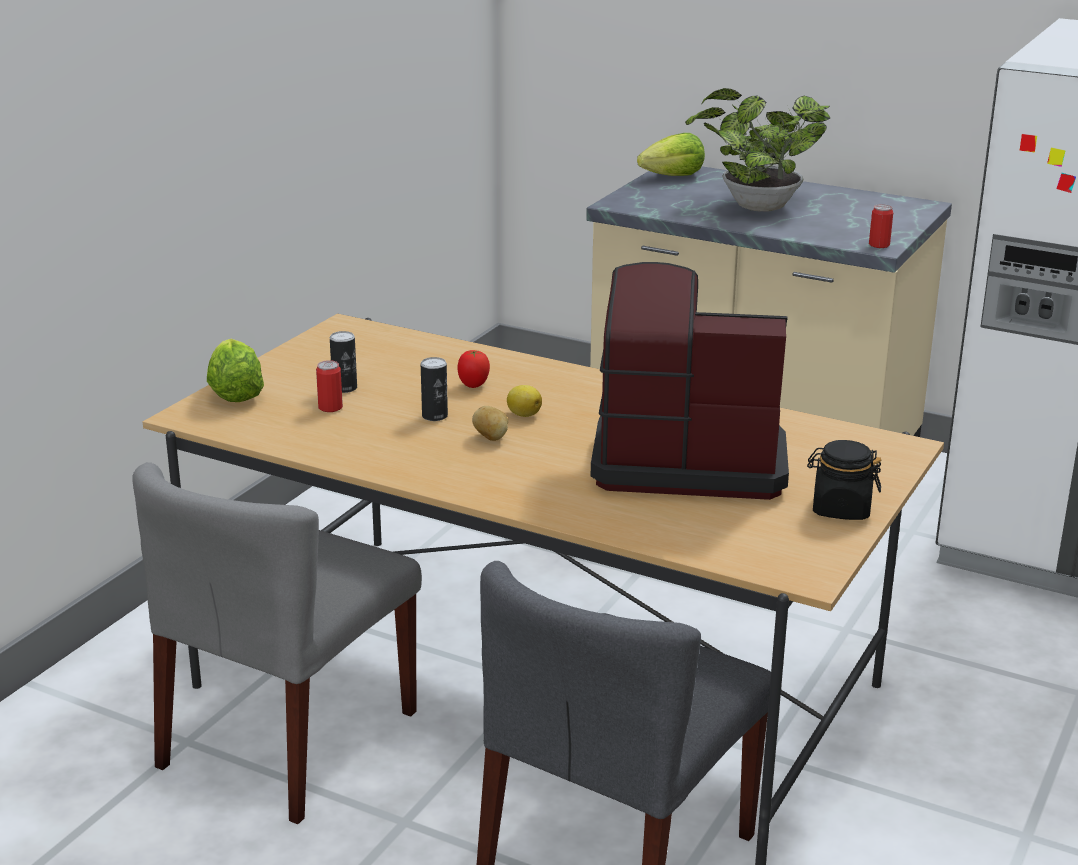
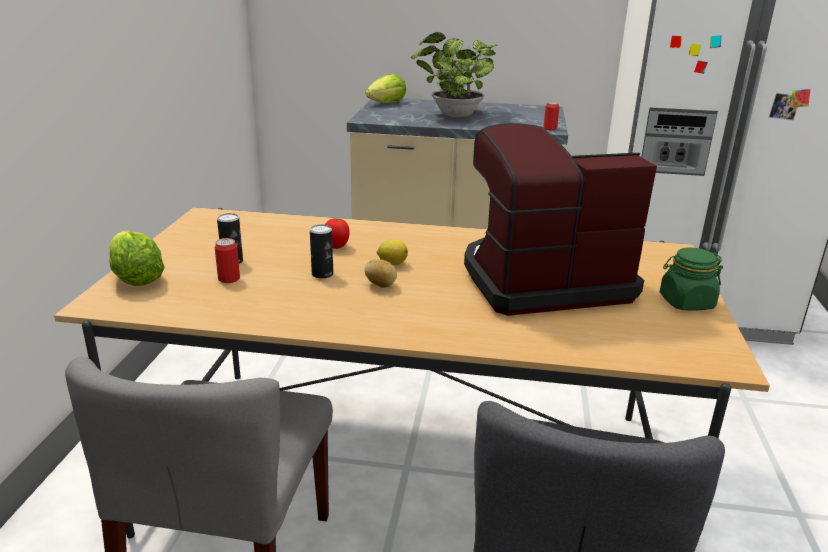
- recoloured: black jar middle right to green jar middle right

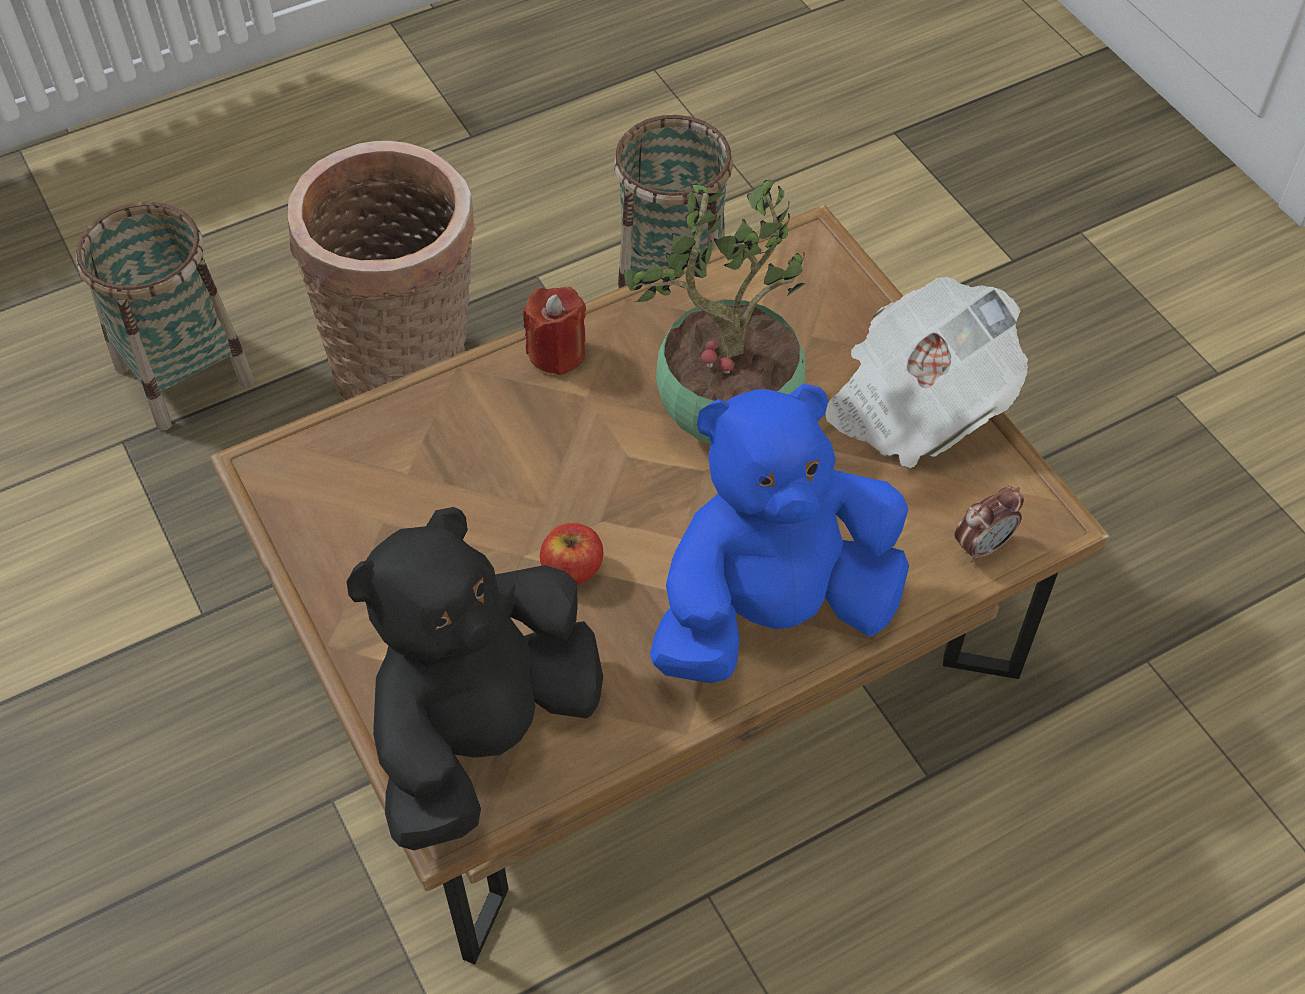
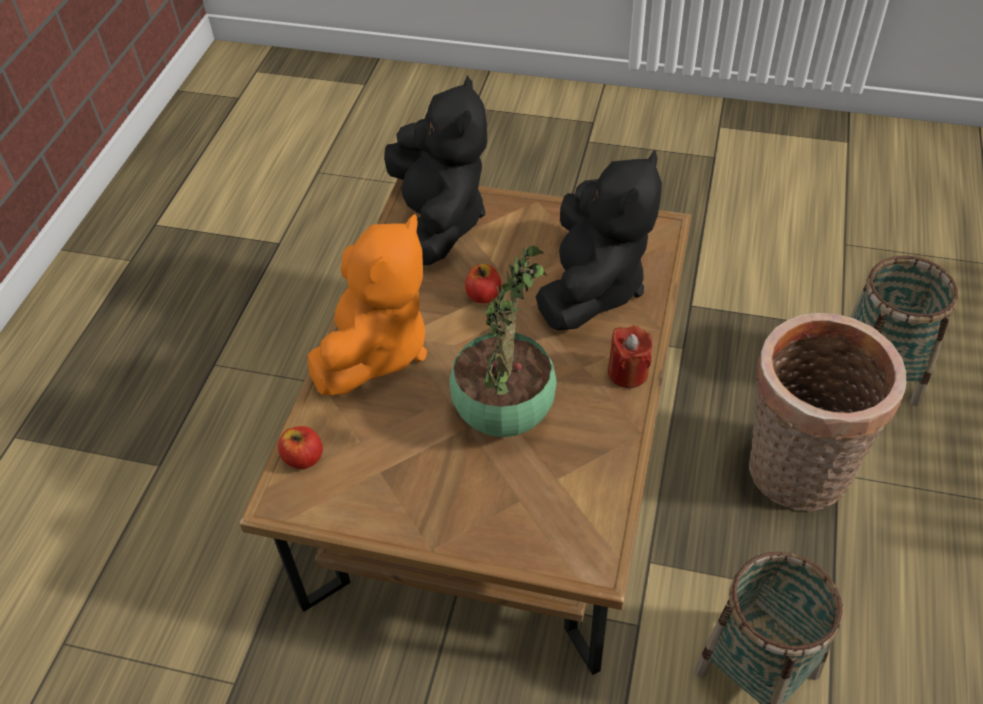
- recoloured: blue plush toy centre to orange plush toy centre
- removed: newspaper middle right
- replaced: alarm clock middle right to apple (1st from left) middle left
- added: black plush toy (2nd from left) centre

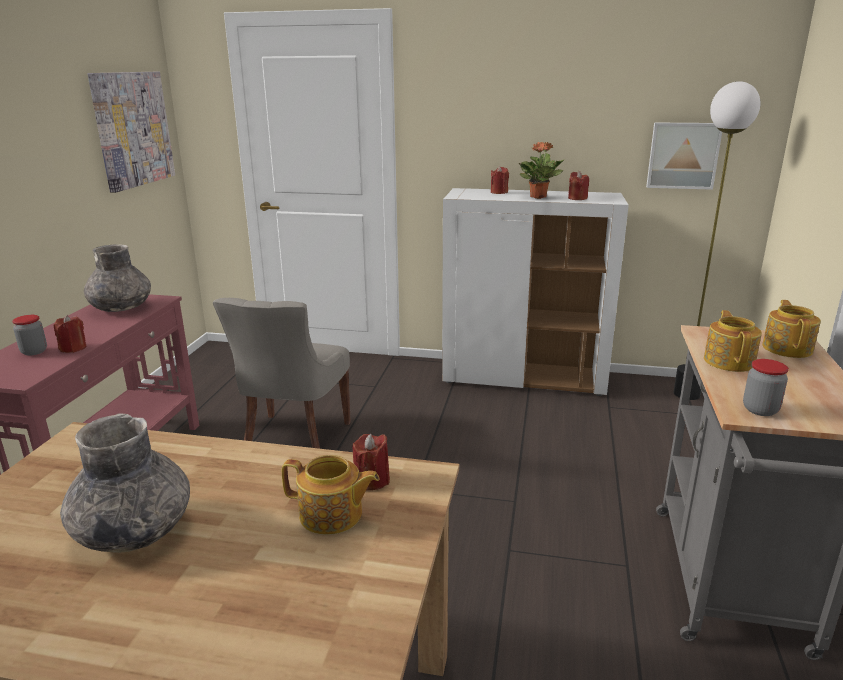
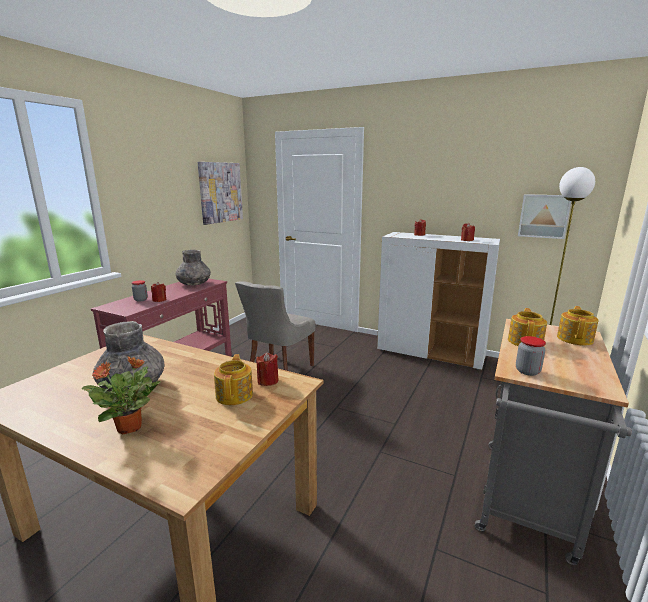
- turned: teapot (1st from left) bottom centre = centre 120 degrees counterclockwise
- moved: potted plant top centre to middle left

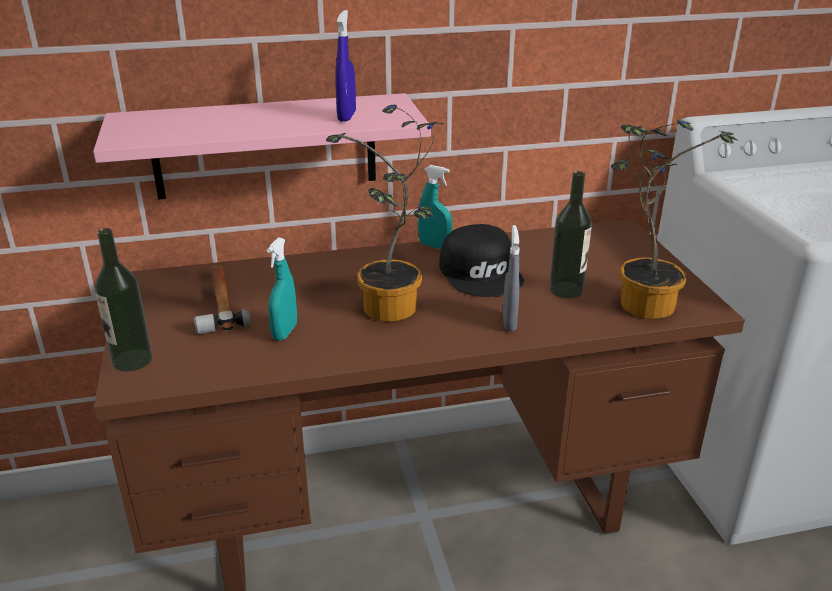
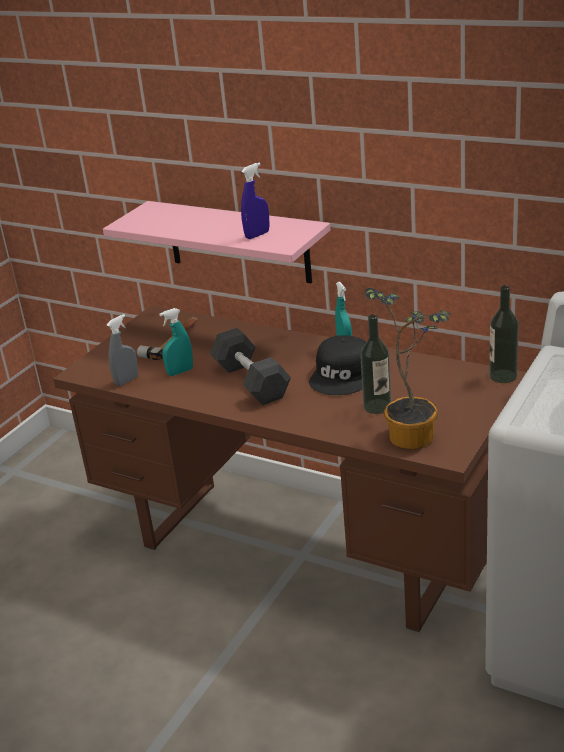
- moved: bottle (1st from left in the first image) middle left to bottle (2nd from left) middle right
- replaced: potted plant (1st from left) centre to grey dumbbell centre
- moved: grey spray bottle centre to middle left

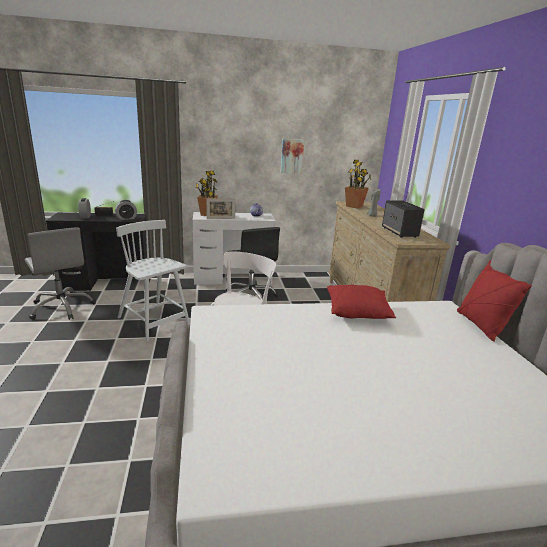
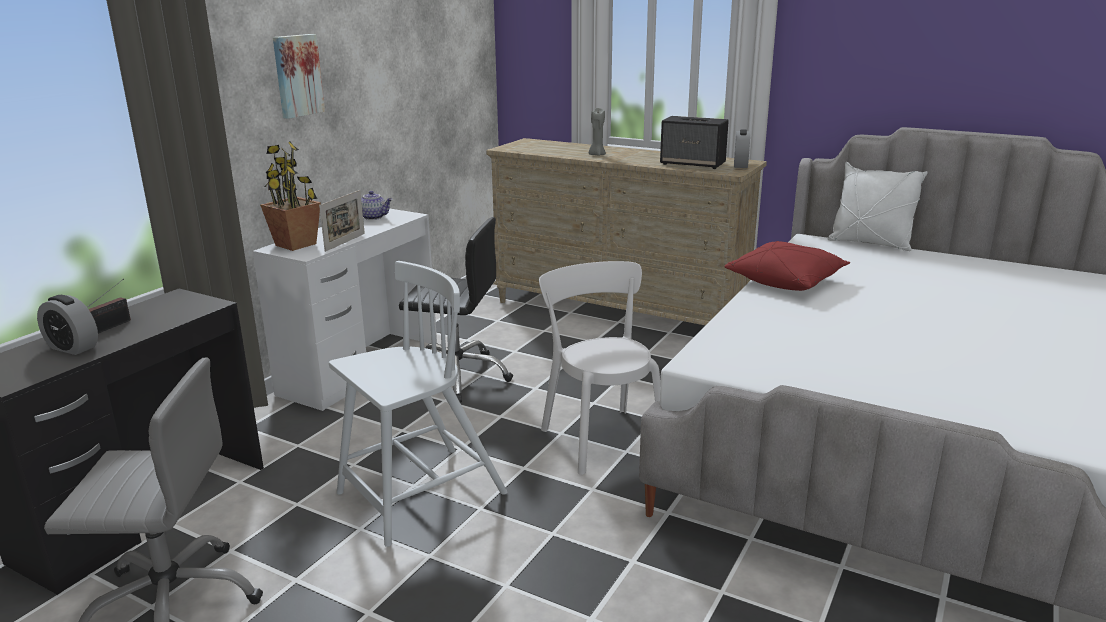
- moved: alarm clock (2nd from left) middle left to top right
- turned: white chair (1st from left) middle left = centre 150 degrees clockwise
- moved: picture top centre to top left
- removed: potted plant (2nd from left) centre
- recoloured: red pillow (2nd from left) middle right to white pillow top right

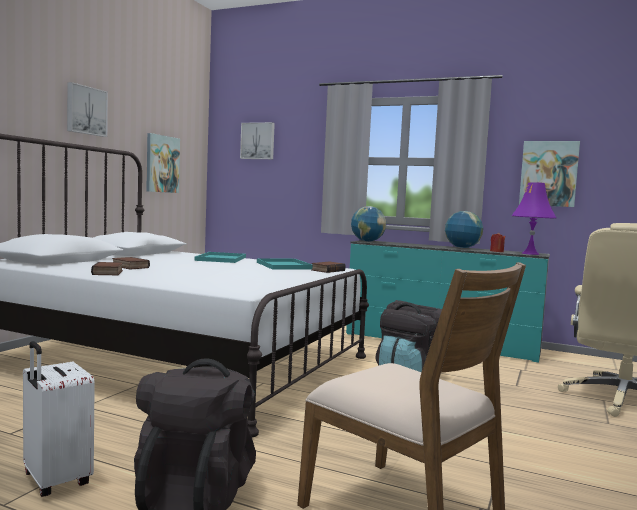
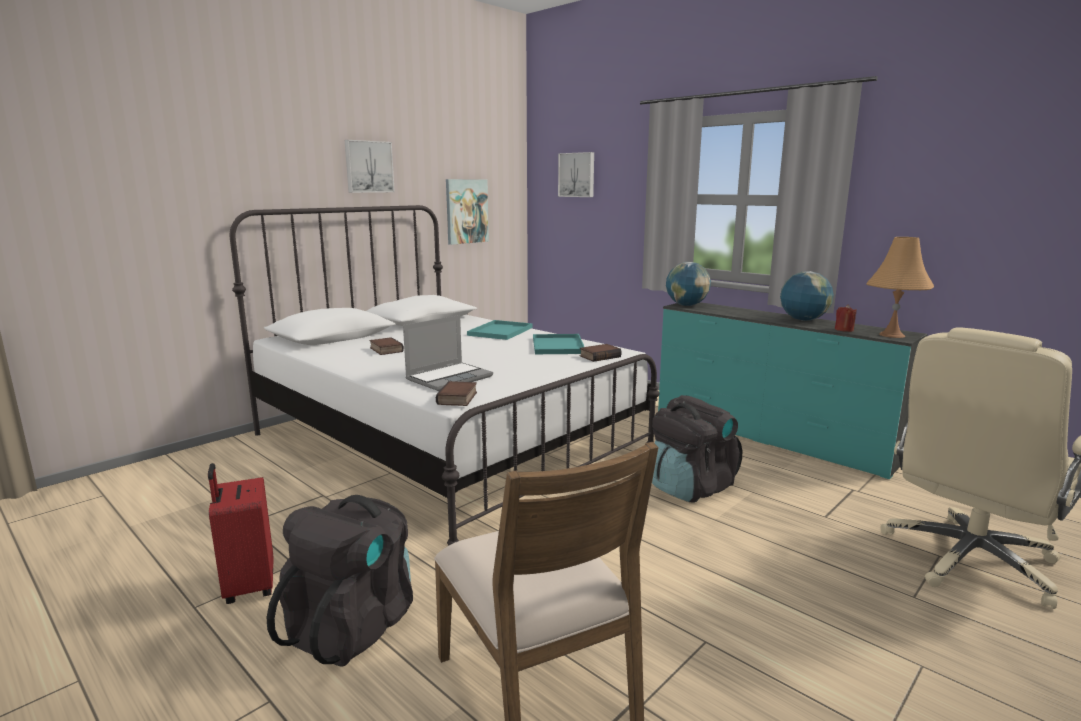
- recoloured: white suitcase bottom left to red suitcase bottom left
- moved: book (1st from left in the first image) middle left to book (2nd from left) centre
- recoloured: purple table lamp middle right to orange table lamp middle right
- removed: picture (4th from left) middle right
- added: laptop centre

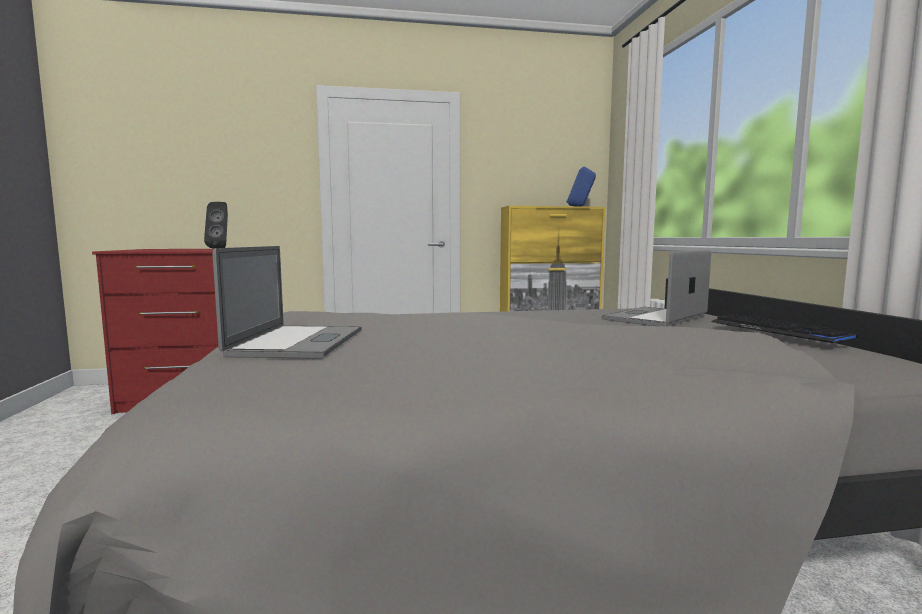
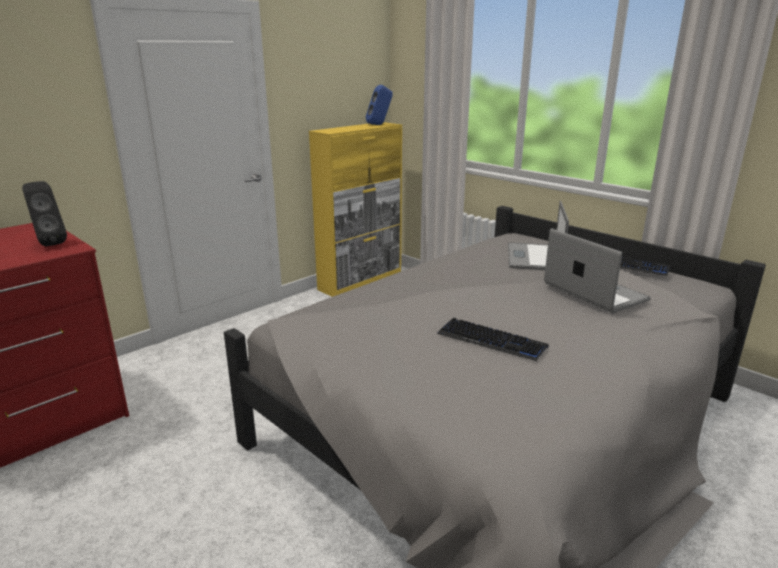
- moved: laptop (1st from left in the first image) middle left to laptop (2nd from left) middle right
- added: keyboard (1st from left) centre

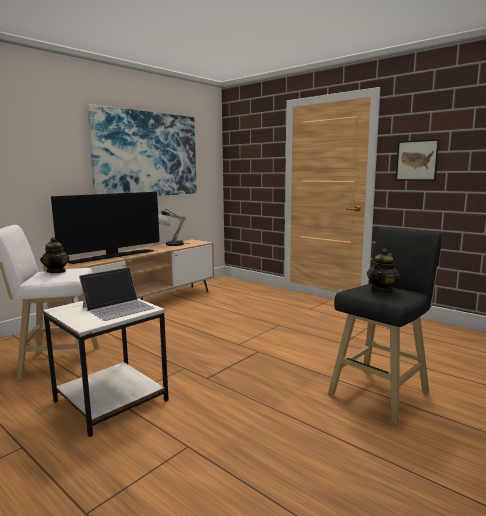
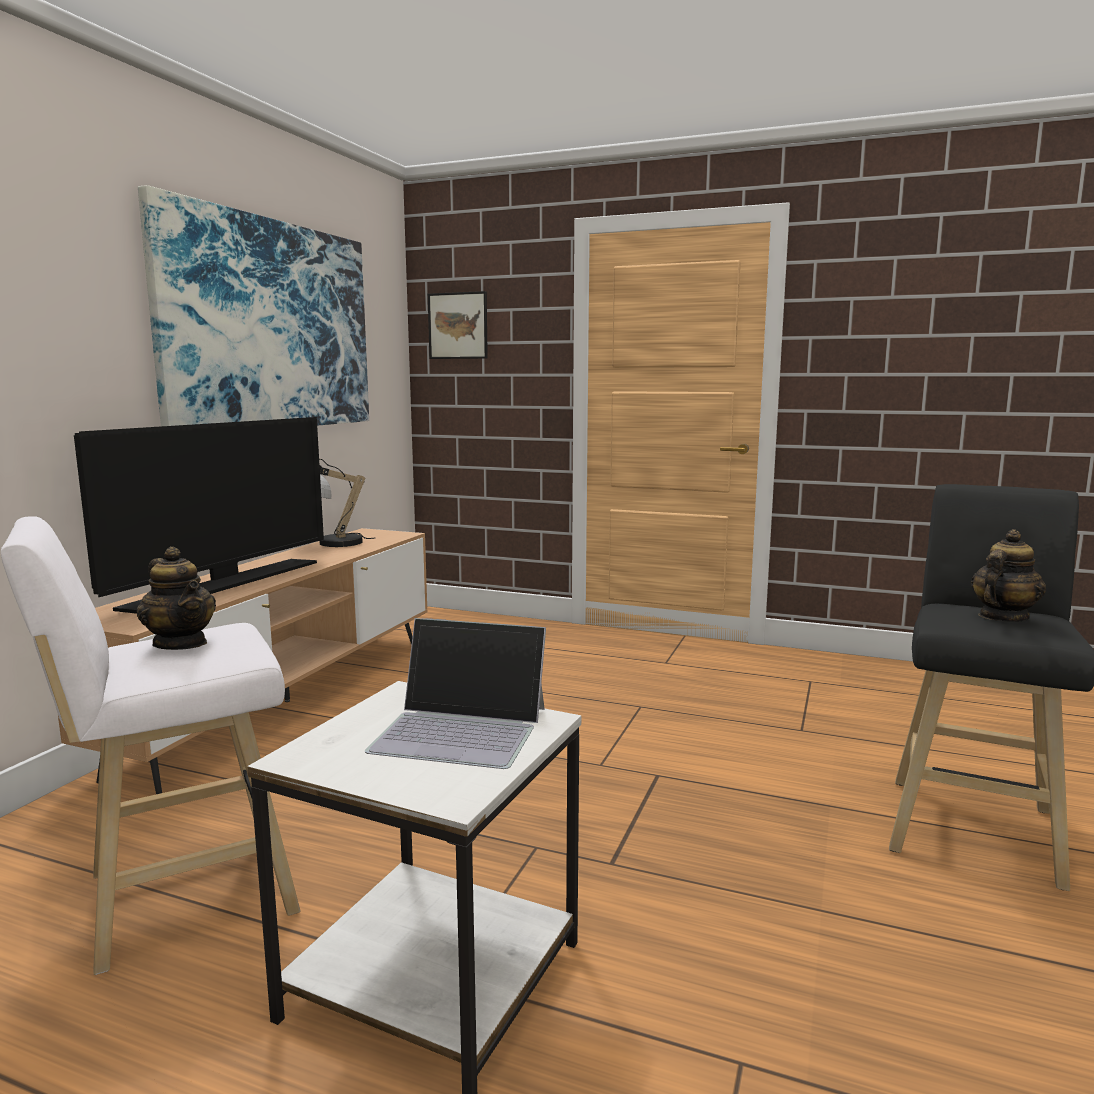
- turned: laptop middle left = centre 75 degrees clockwise
- turned: teapot (2nd from left) middle right = middle right 150 degrees counterclockwise
- moved: picture (2nd from left) top right to top centre

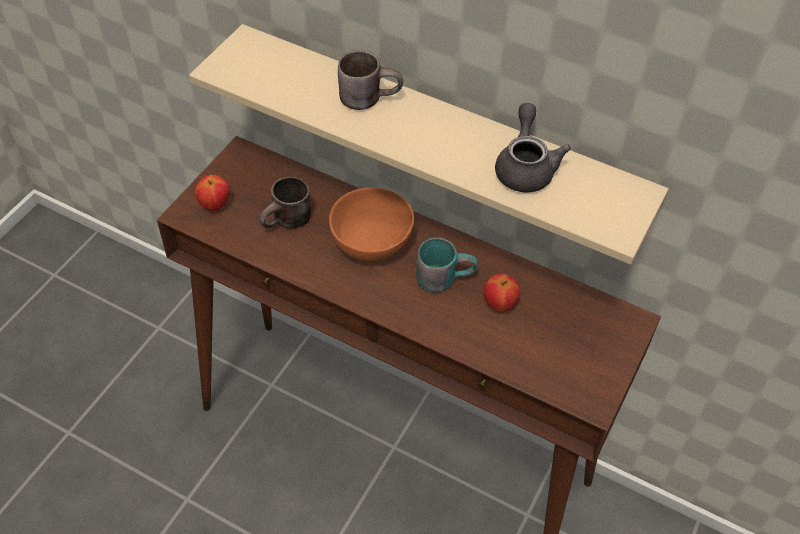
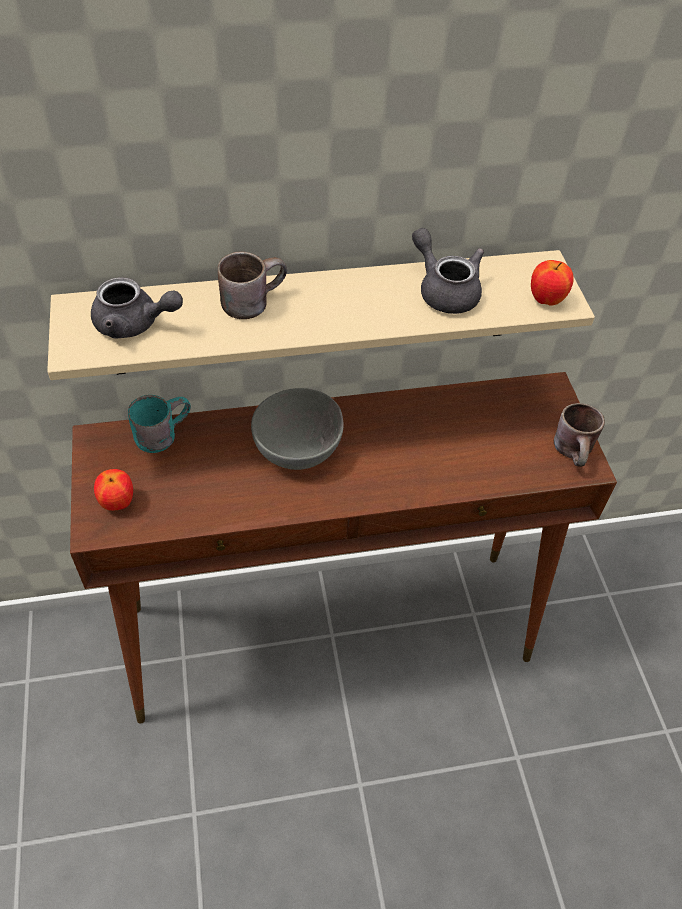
- moved: brown mug (1st from left in the first image) centre to brown mug (2nd from left) middle right
- recoloured: orange bowl centre to grey bowl centre
- moved: turquoise mug centre to middle left
- moved: apple (2nd from left) centre to top right
- added: grey teapot (1st from left) middle left

